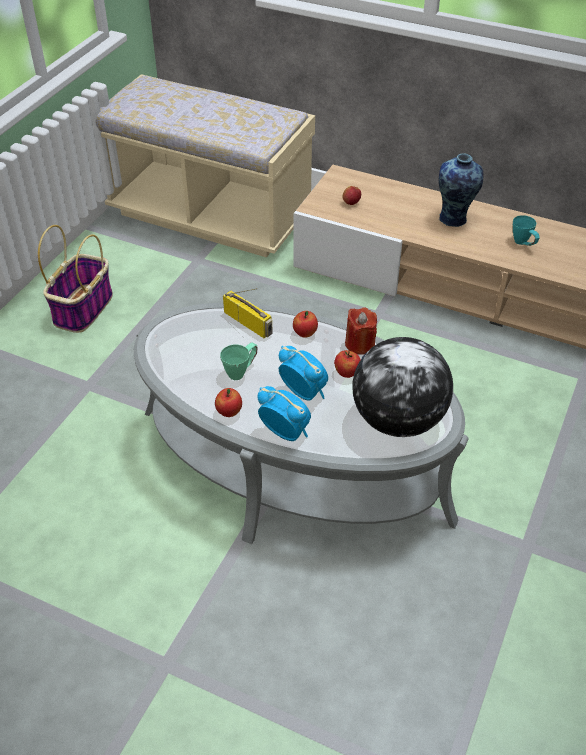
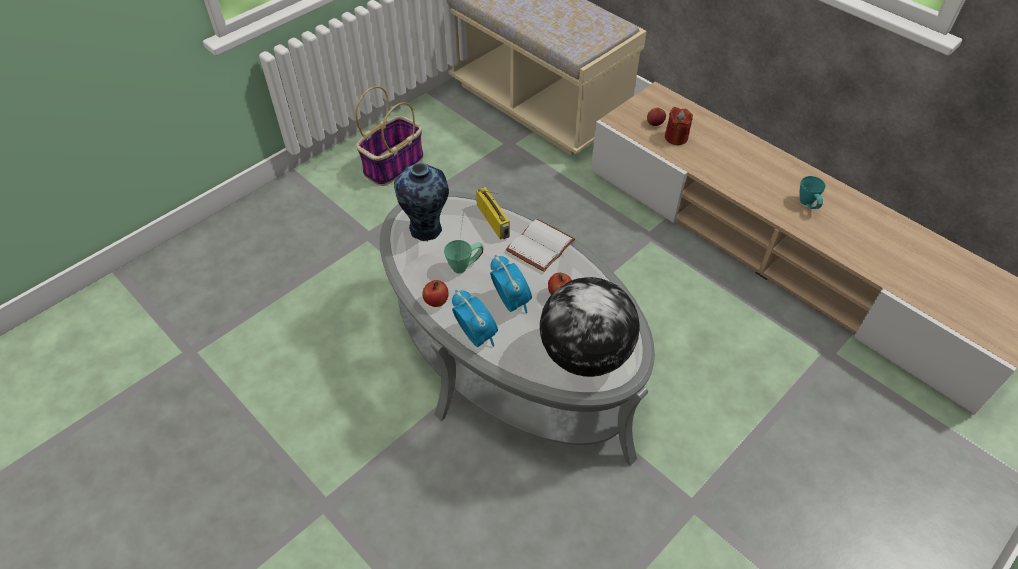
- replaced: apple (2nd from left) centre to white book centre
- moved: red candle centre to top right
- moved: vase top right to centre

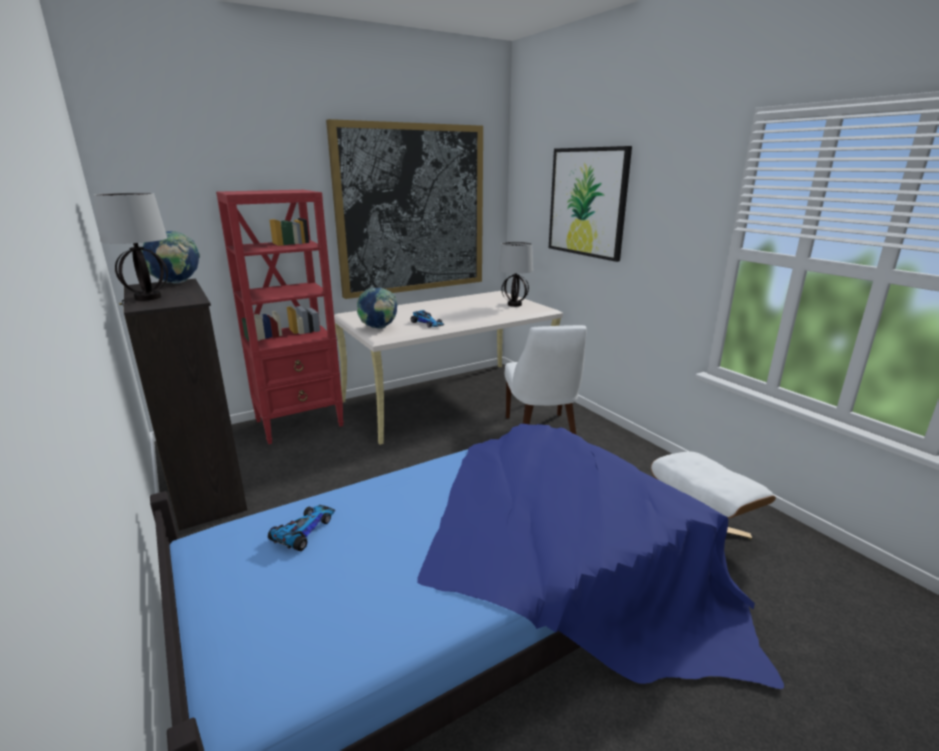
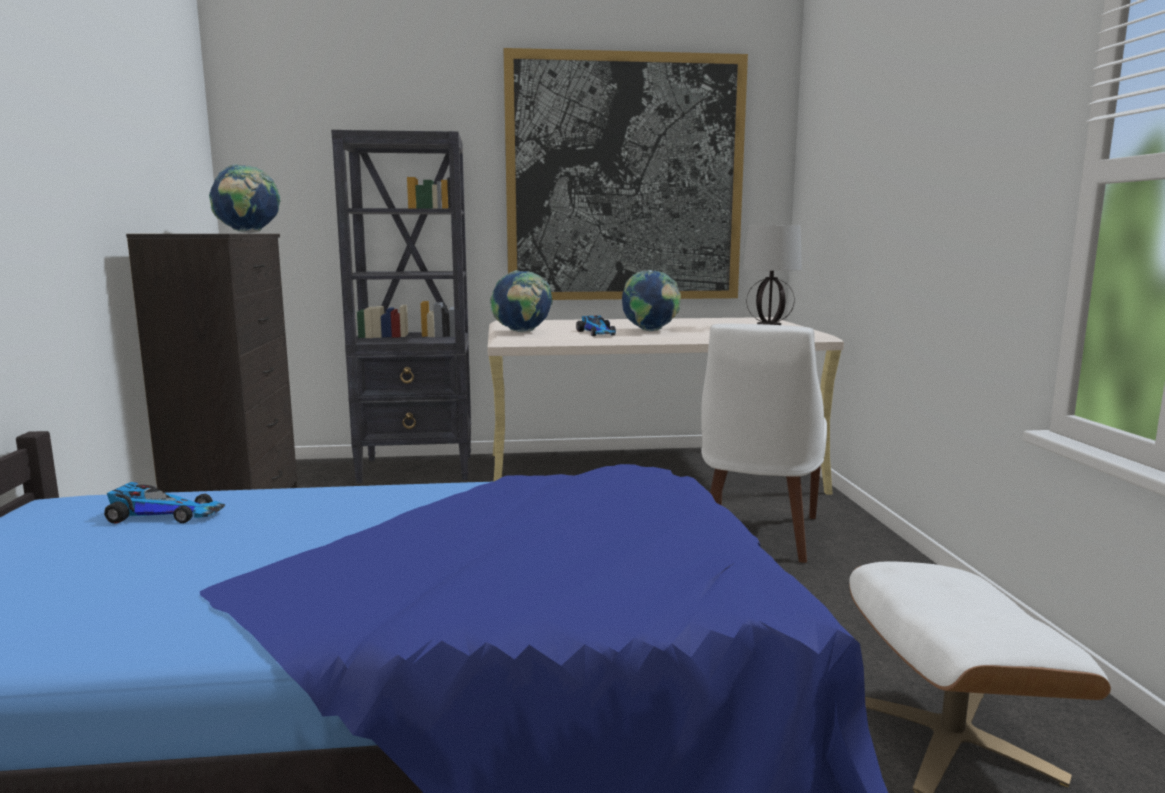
- removed: table lamp (1st from left) top left
- recoloured: red bookcase middle left to black bookcase centre
- turned: toy car (1st from left) bottom left = middle left 45 degrees clockwise
- removed: picture (2nd from left) top centre
- added: globe (3rd from left) centre

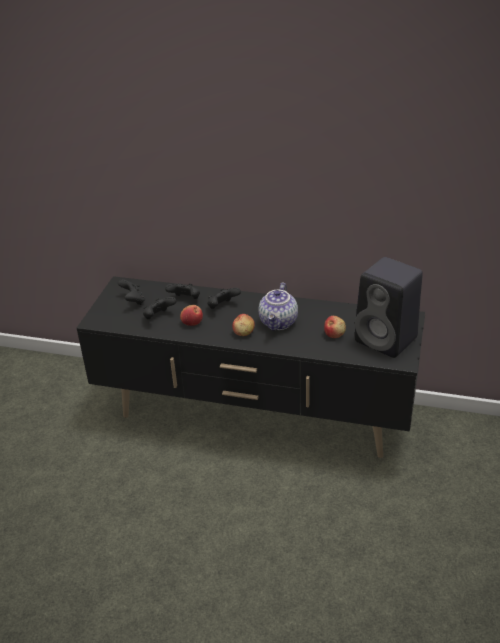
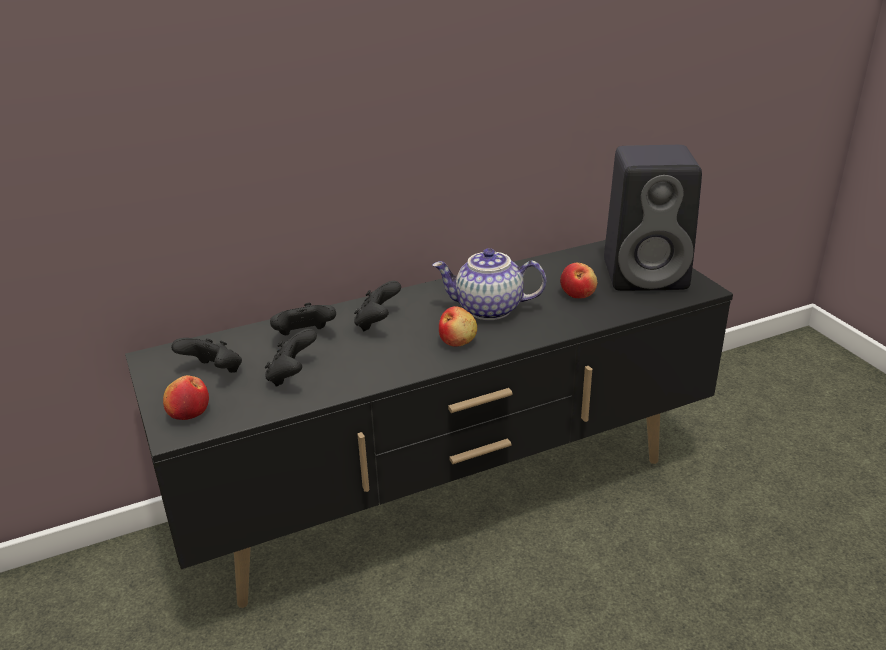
- moved: apple (1st from left) centre to middle left
- turned: teapot centre = centre 120 degrees clockwise

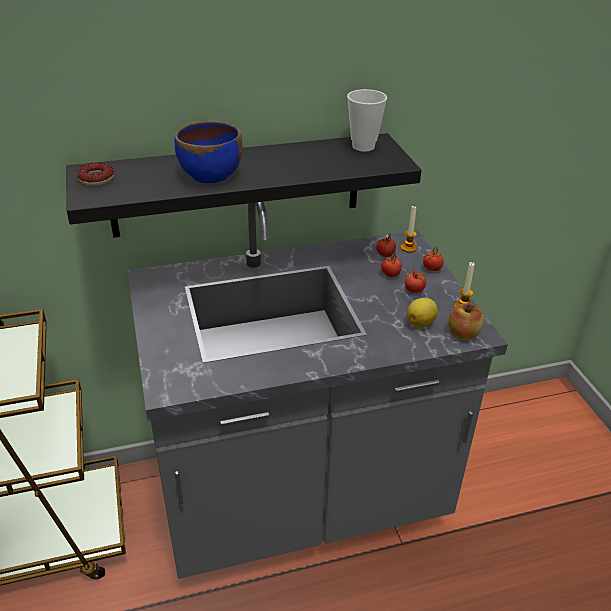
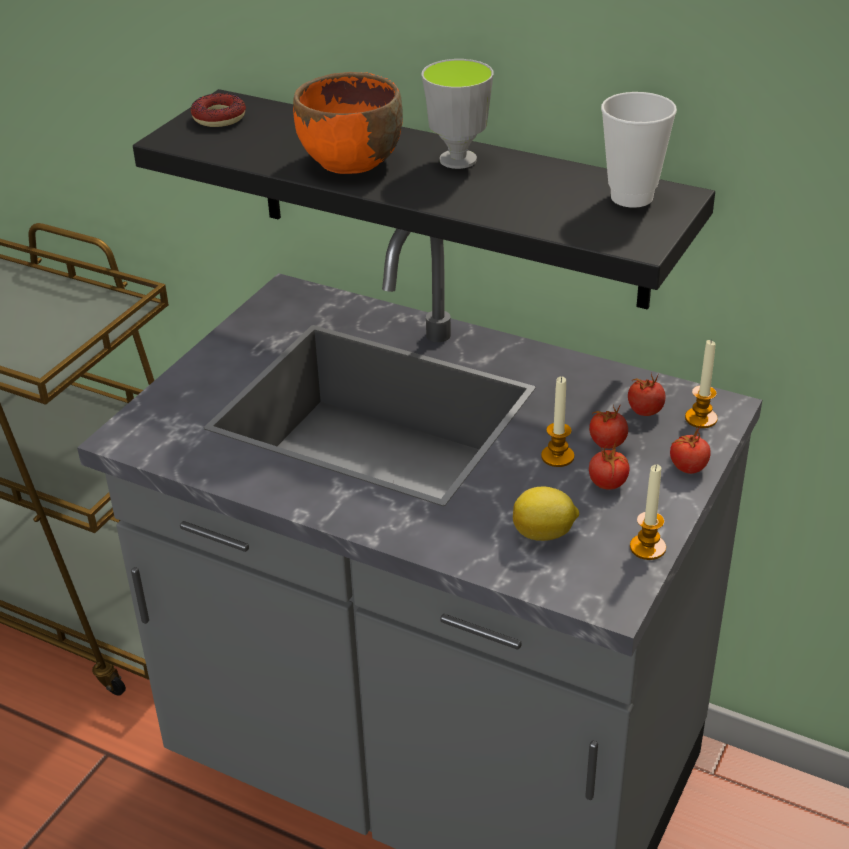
- recoloured: blue bowl top centre to orange bowl top centre
- removed: apple middle right
- added: cup (1st from left) top centre
- added: candle (1st from left) centre

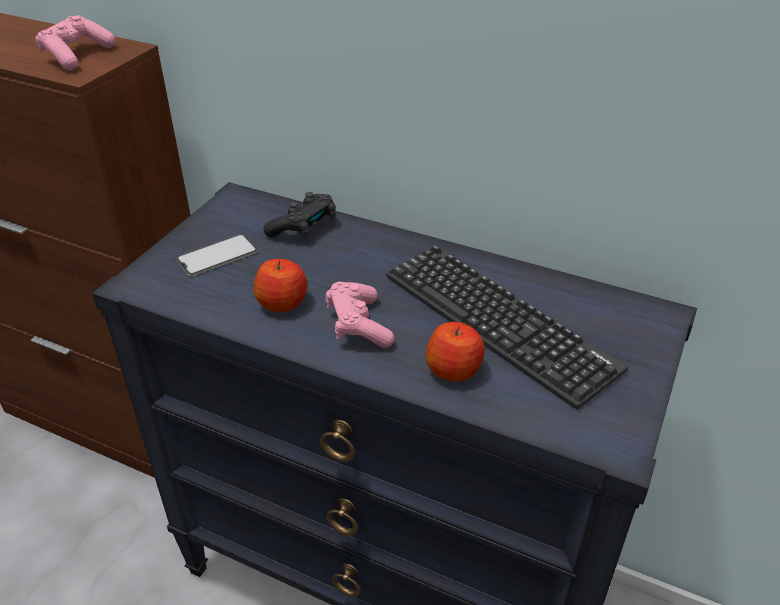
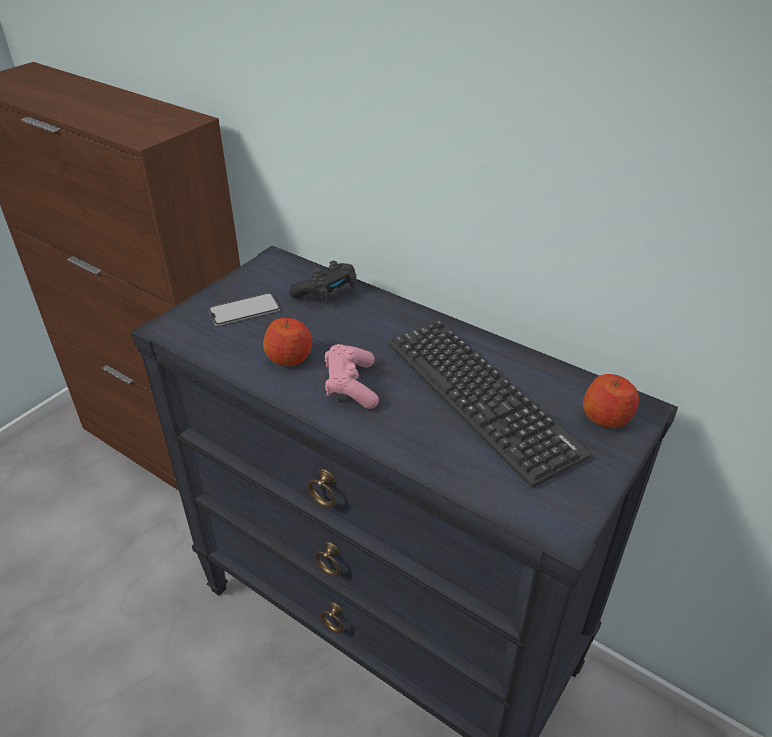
- removed: pink game controller (1st from left) top left
- moved: apple (2nd from left) centre to middle right

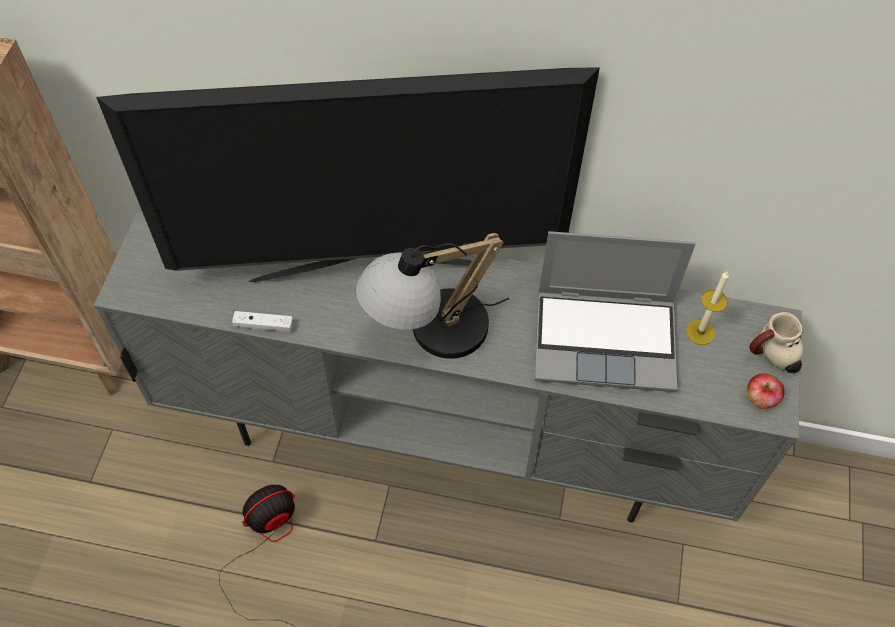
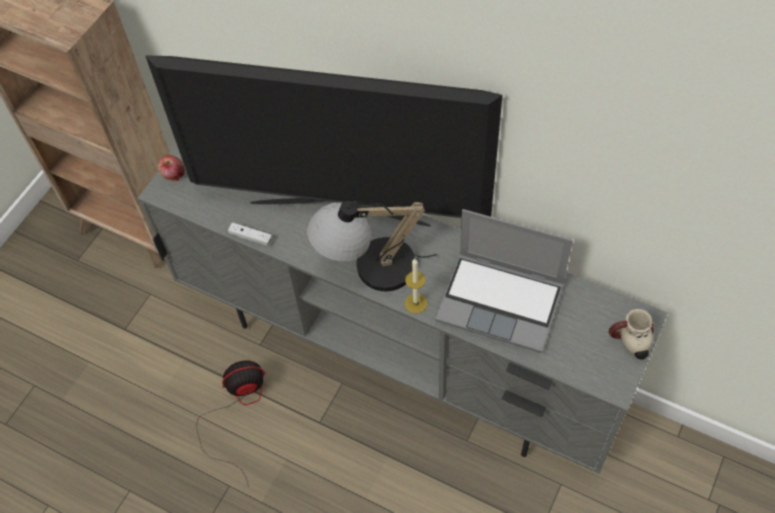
- moved: candle middle right to centre
- moved: apple middle right to top left

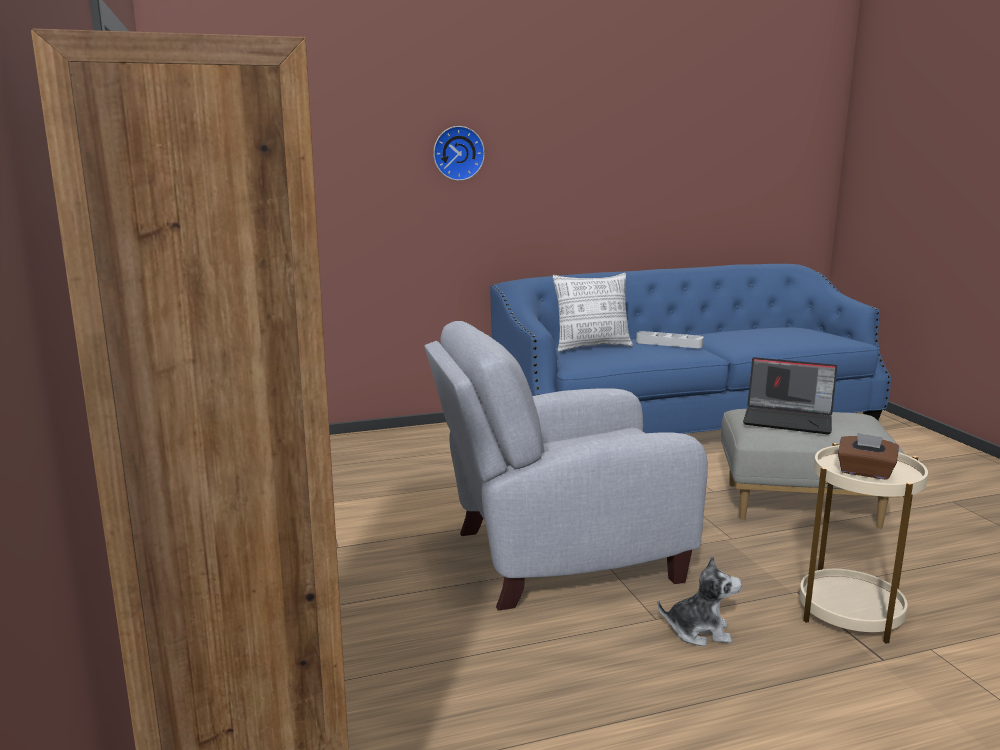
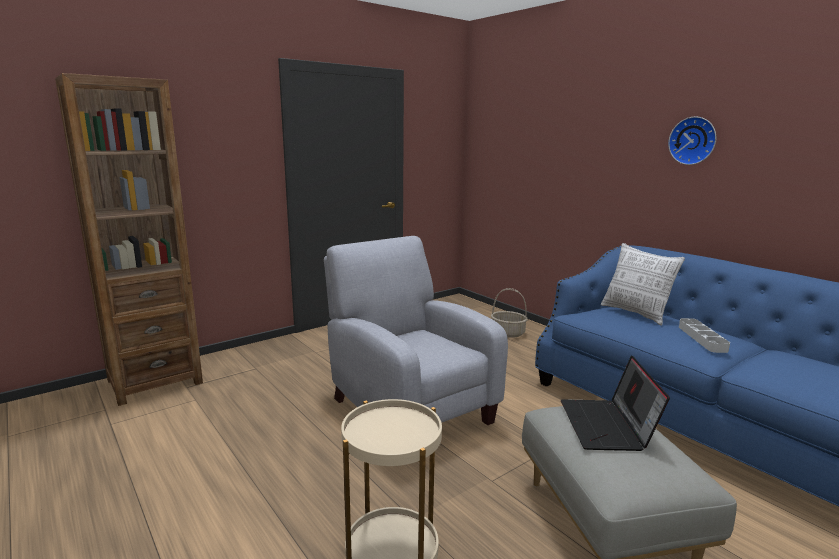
- moved: wall clock top centre to top right
- removed: plush toy bottom right
- removed: brown tissue box middle right
- added: basket centre

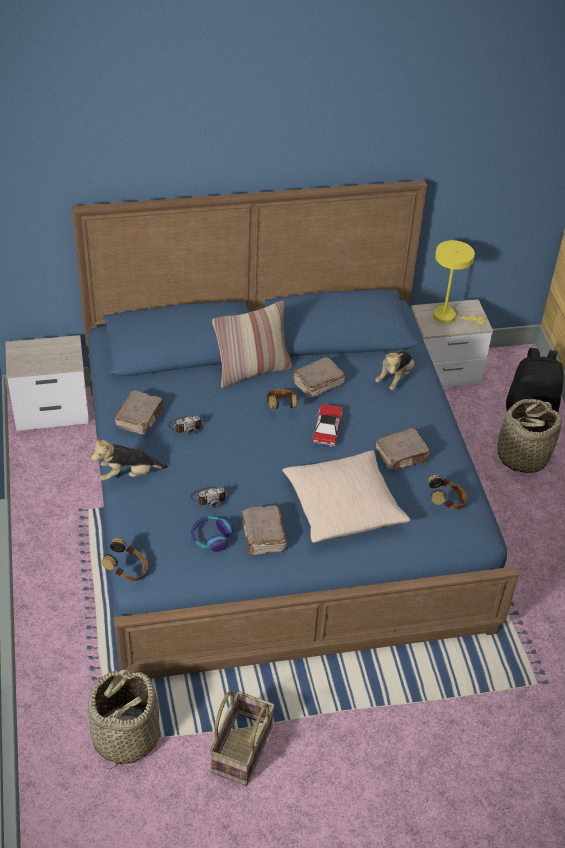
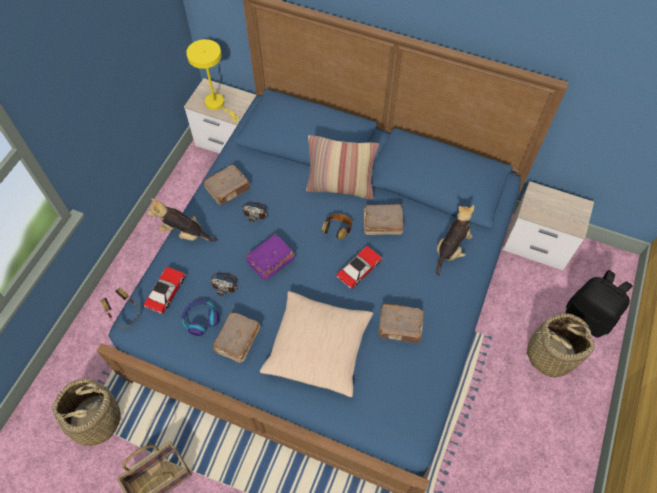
- turned: plush toy (2nd from left) middle right = middle right 150 degrees clockwise
- removed: headphones (4th from left) middle right
- moved: yellow table lamp top right to top left
- added: toy car (1st from left) middle left
- added: purple book centre

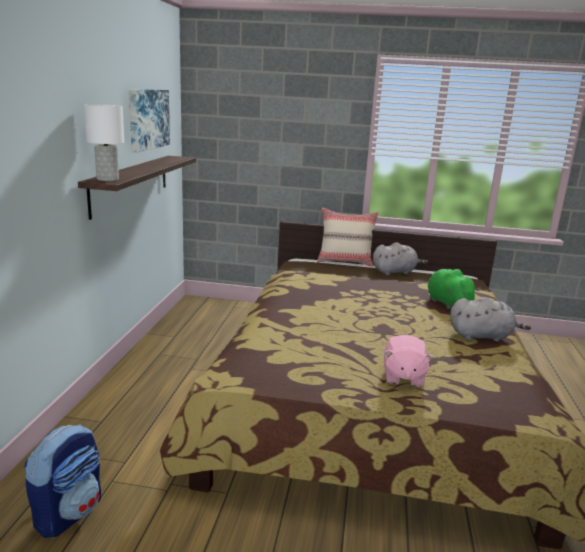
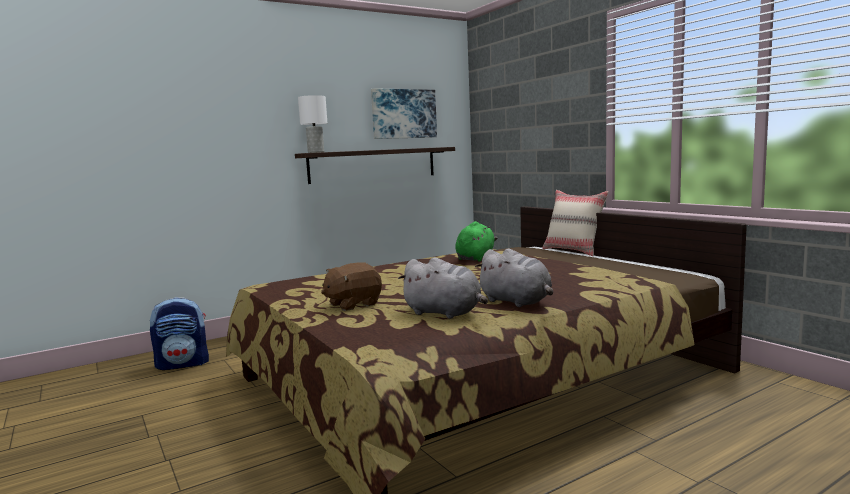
- moved: grey plush toy (1st from left) middle right to centre
- recoloured: pink plush toy middle right to brown plush toy centre
- moved: green plush toy middle right to centre

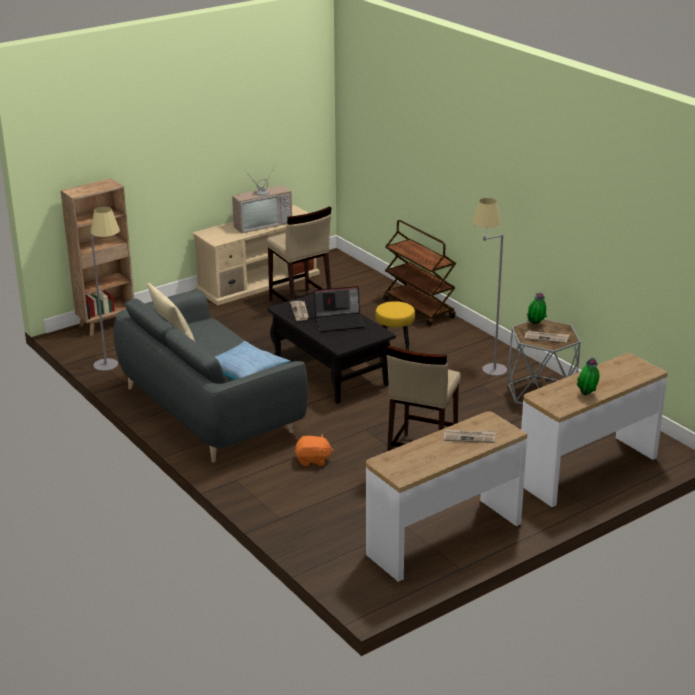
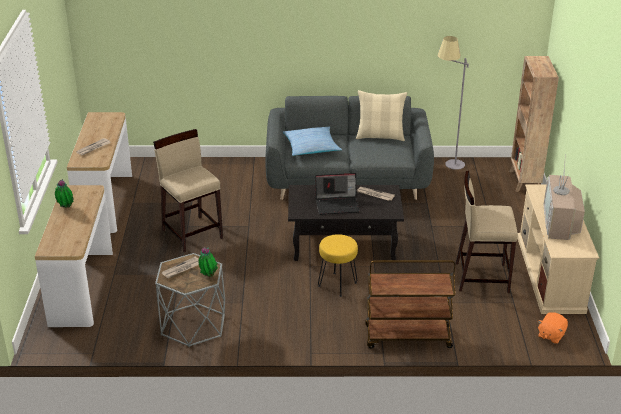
- moved: orange plush toy centre to bottom right
- turned: laptop centre = centre 120 degrees counterclockwise
- removed: grey floor lamp (2nd from left) middle right

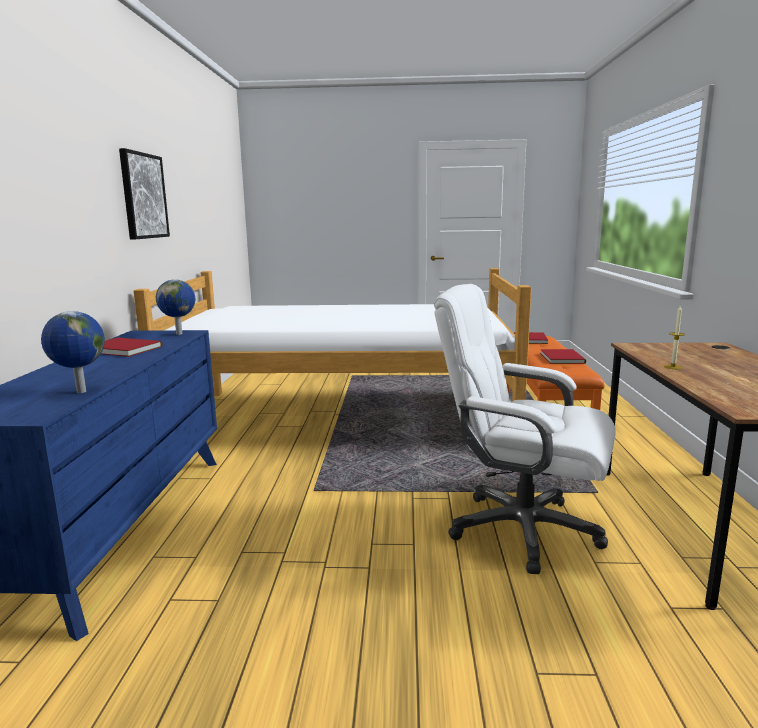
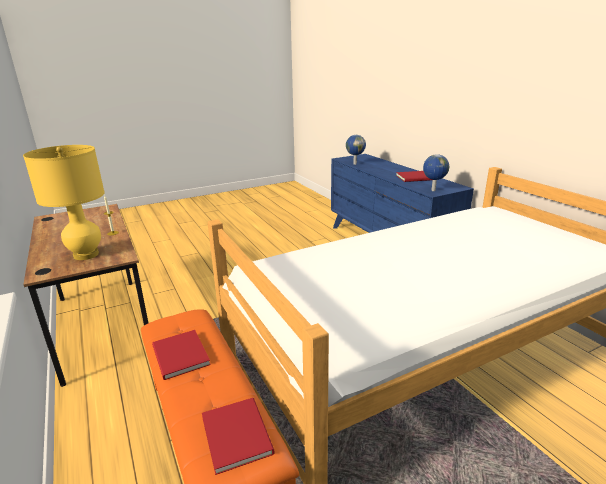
- removed: picture top left
- removed: white office chair middle right
- added: yellow table lamp middle left

